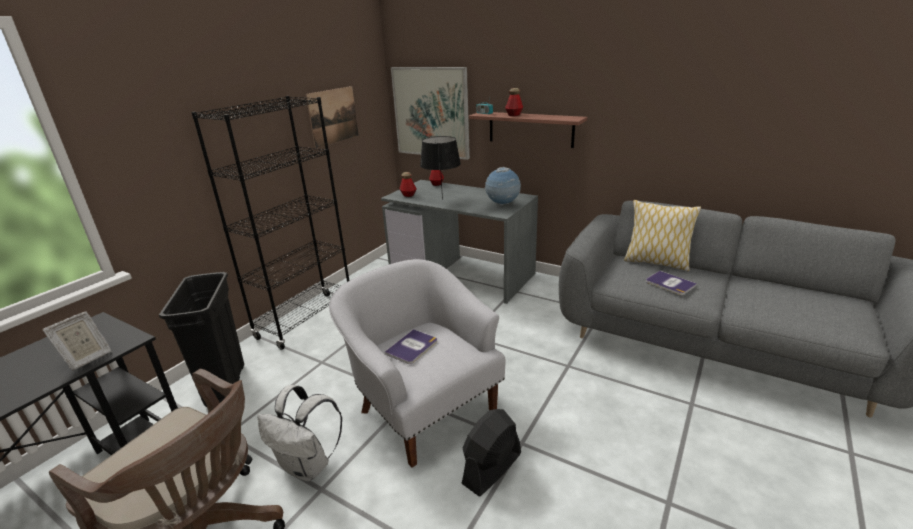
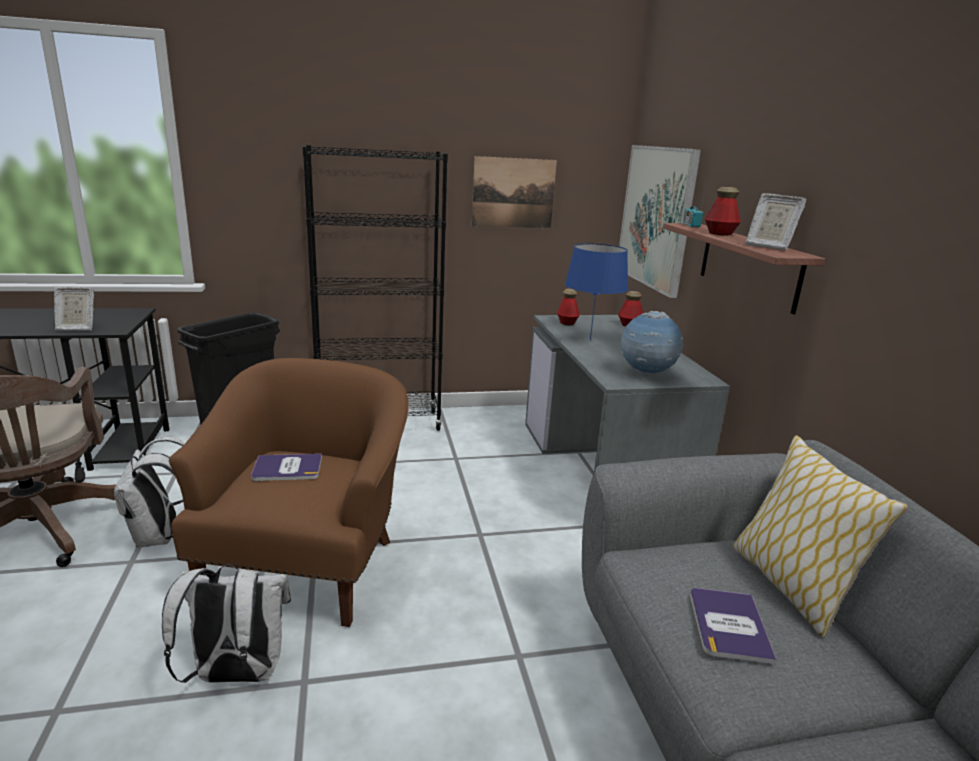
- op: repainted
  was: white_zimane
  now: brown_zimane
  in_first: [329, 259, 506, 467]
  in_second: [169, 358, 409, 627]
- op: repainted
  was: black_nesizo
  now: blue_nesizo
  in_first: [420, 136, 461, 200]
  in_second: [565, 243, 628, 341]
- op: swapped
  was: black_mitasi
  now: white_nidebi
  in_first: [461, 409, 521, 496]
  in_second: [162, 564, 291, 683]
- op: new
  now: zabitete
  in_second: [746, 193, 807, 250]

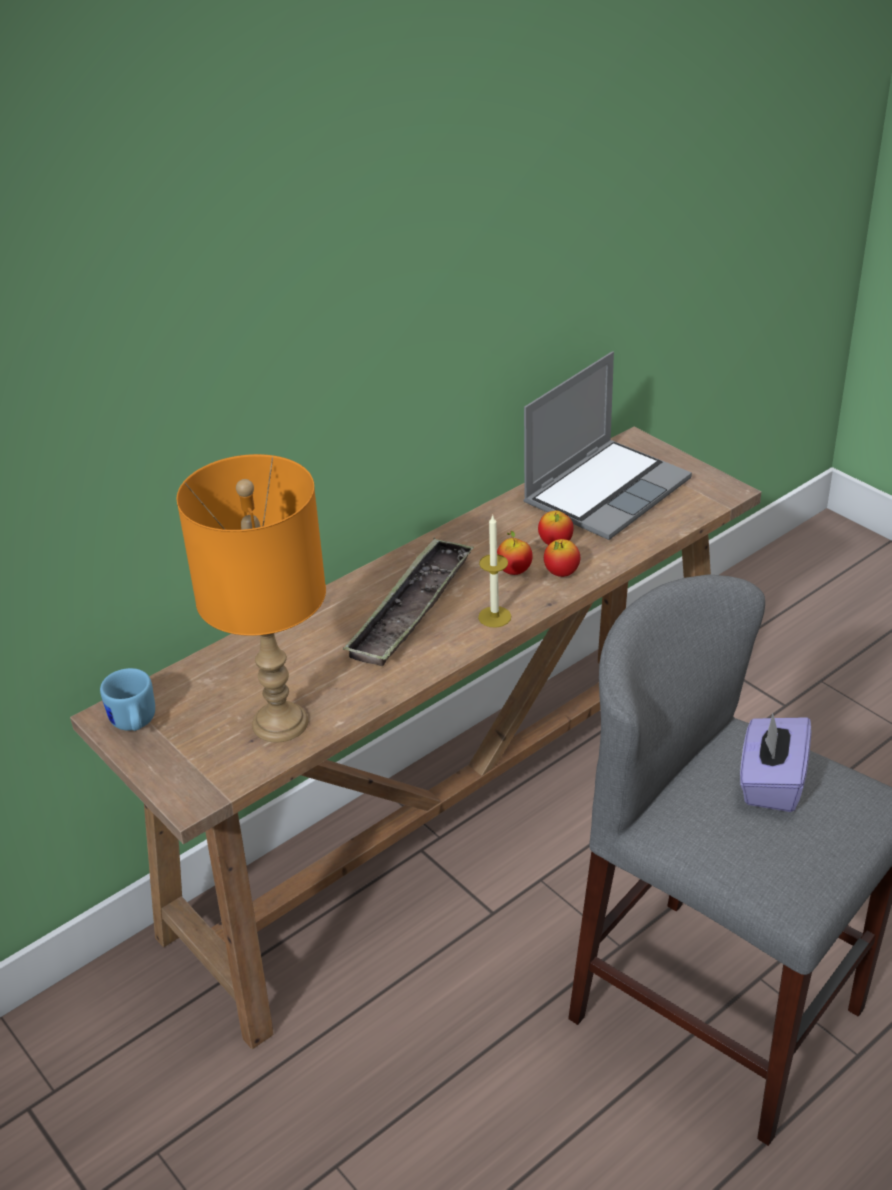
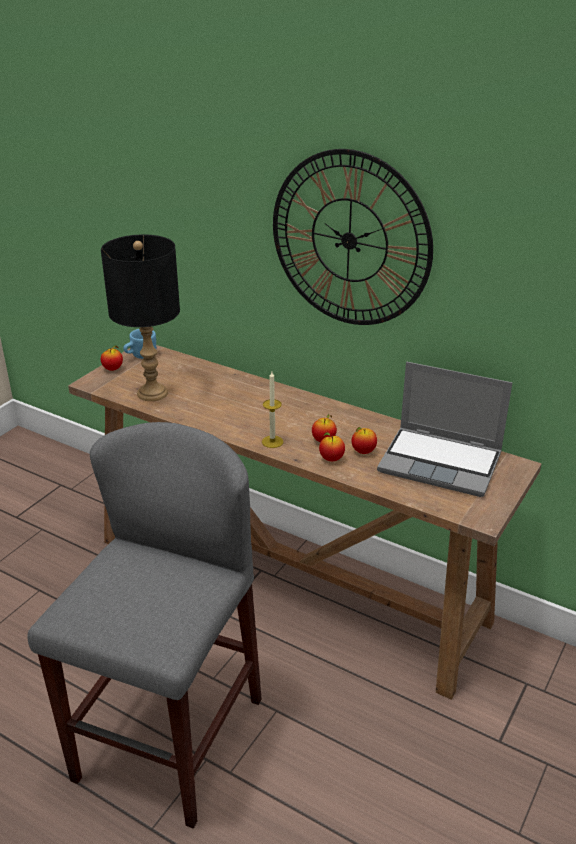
- op: repainted
  was: orange_nesizo
  now: black_nesizo
  in_first: [177, 454, 326, 742]
  in_second: [101, 234, 180, 401]
- op: gone
  was: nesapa
  in_first: [343, 538, 474, 666]
- op: gone
  was: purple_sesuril
  in_first: [740, 712, 812, 812]
- op: new
  now: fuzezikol
  in_second: [101, 345, 123, 371]
- op: new
  now: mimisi
  in_second: [273, 149, 433, 325]

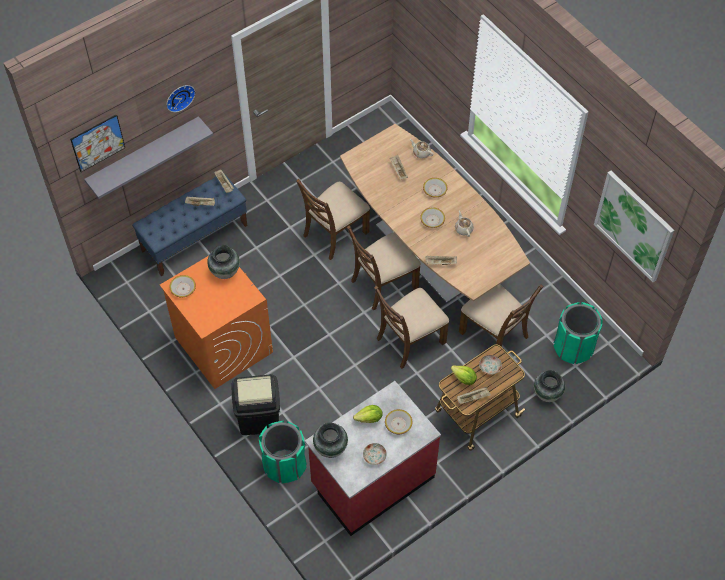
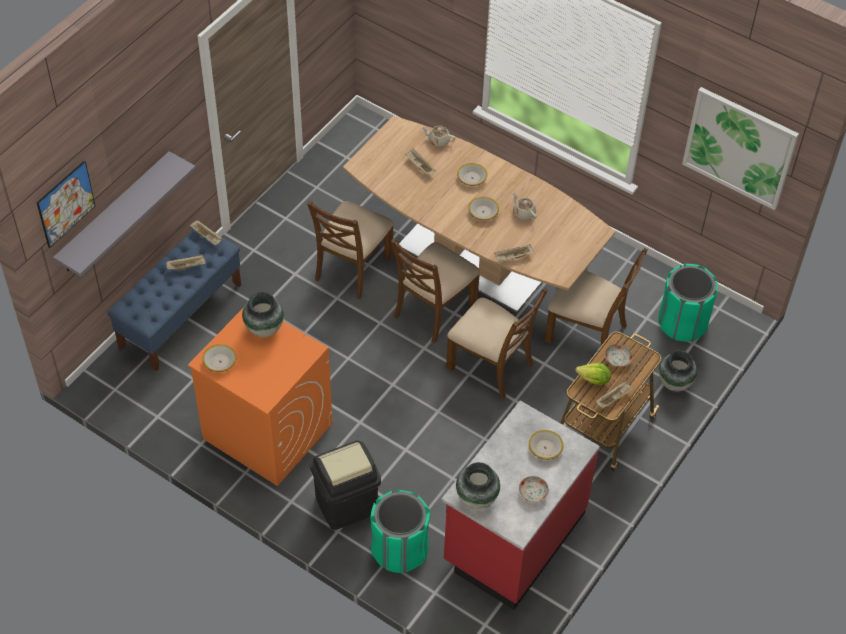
- op: gone
  was: mimisi
  in_first: [166, 85, 195, 112]
- op: gone
  was: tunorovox
  in_first: [353, 405, 383, 423]
- op: rotated
  was: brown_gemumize
  in_first: [374, 286, 449, 369]
  in_second: [446, 287, 548, 399]
  clockwise: -90

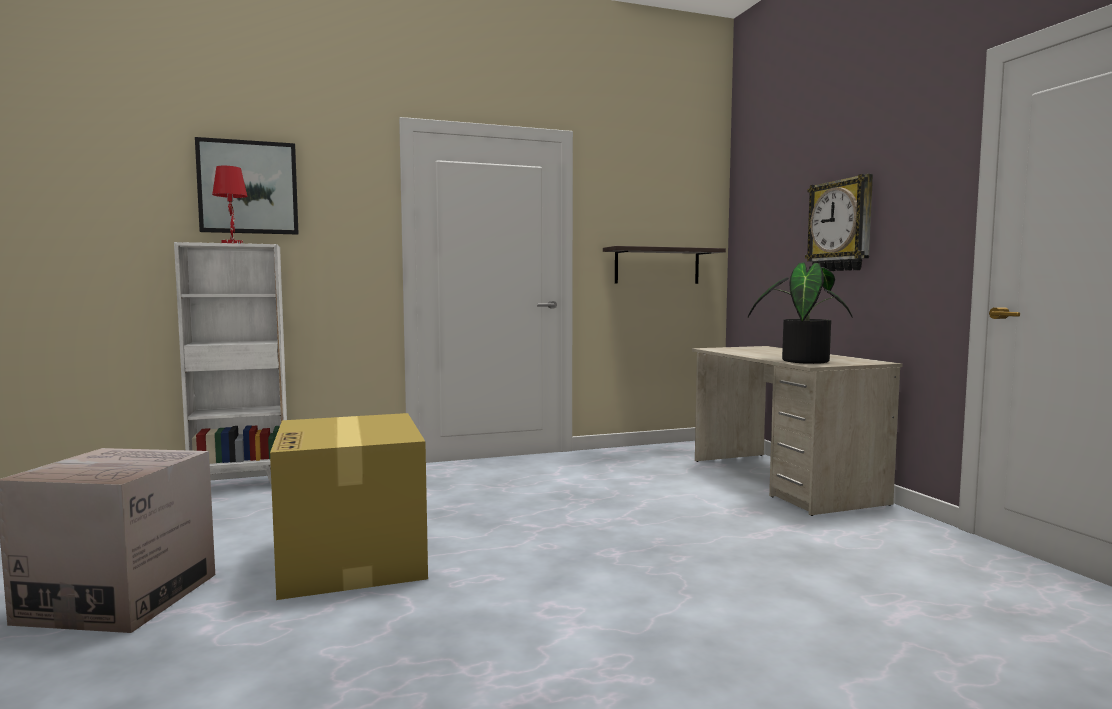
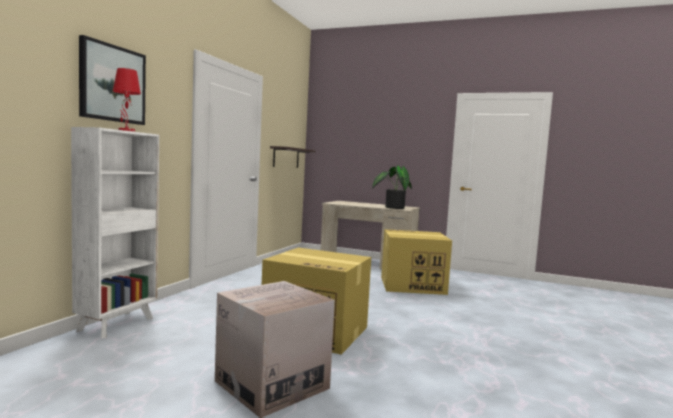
- op: gone
  was: mimisi
  in_first: [805, 174, 873, 271]
- op: new
  now: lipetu
  in_second: [381, 229, 452, 295]

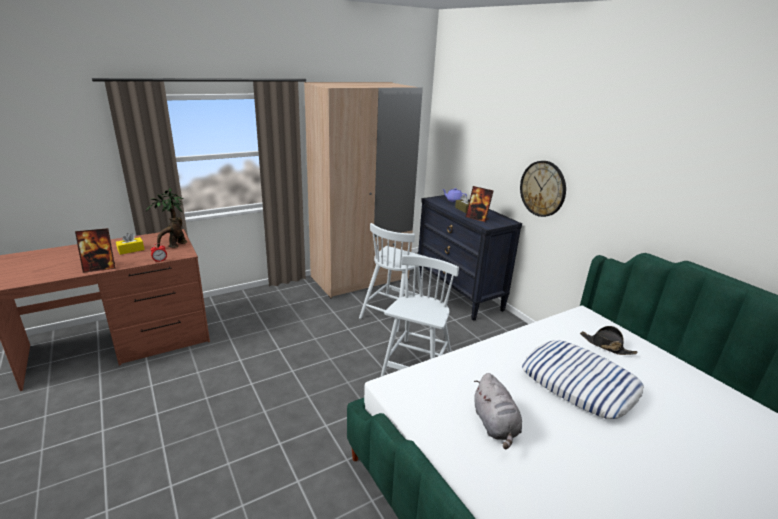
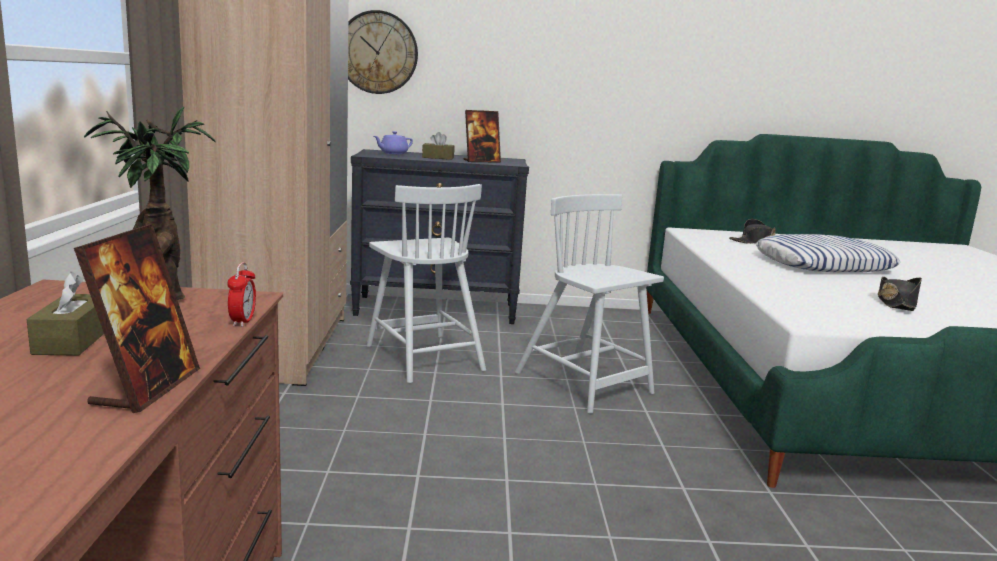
- op: repainted
  was: yellow_sesuril
  now: brown_sesuril
  in_first: [116, 233, 145, 255]
  in_second: [27, 272, 104, 356]
- op: swapped
  was: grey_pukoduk
  now: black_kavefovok
  in_first: [474, 373, 522, 449]
  in_second: [878, 277, 922, 311]
- op: shifted
  was: mimisi
  in_first: [520, 161, 566, 217]
  in_second: [348, 10, 418, 94]

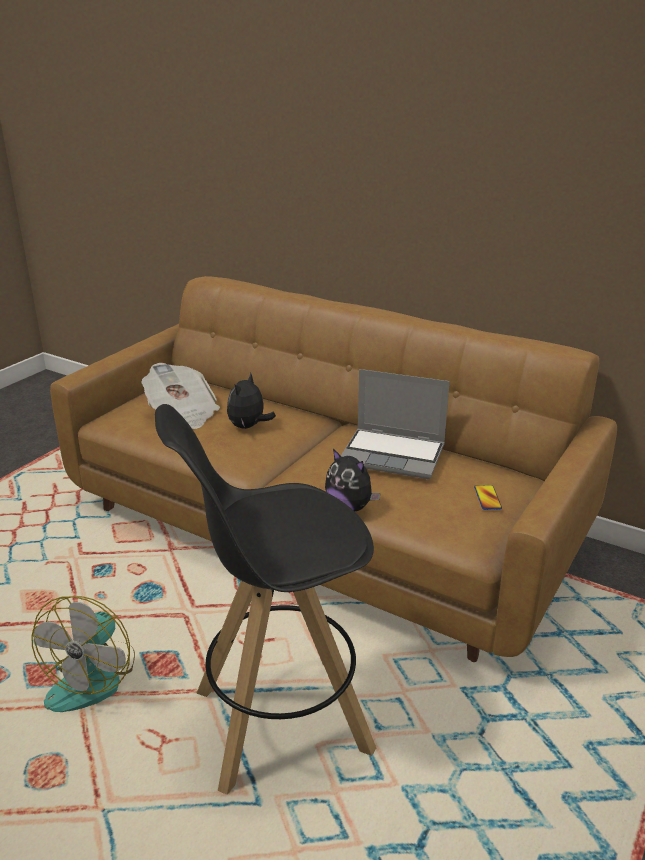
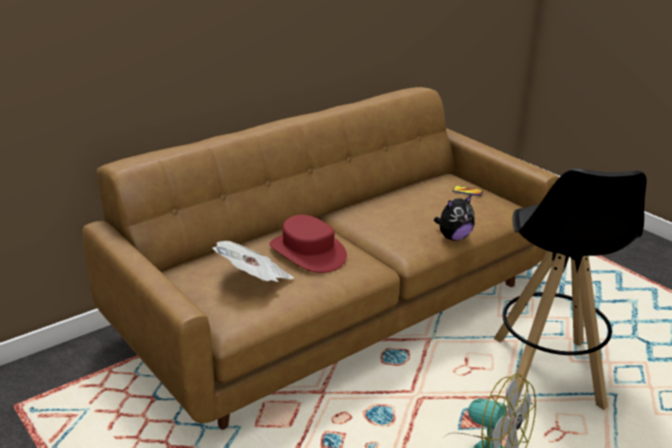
- op: swapped
  was: pukoduk
  now: red_kavefovok
  in_first: [227, 372, 276, 429]
  in_second: [269, 215, 347, 273]
- op: gone
  was: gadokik
  in_first: [341, 369, 450, 479]

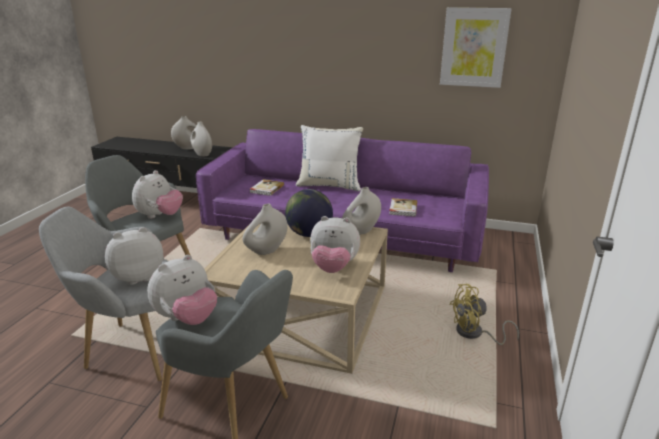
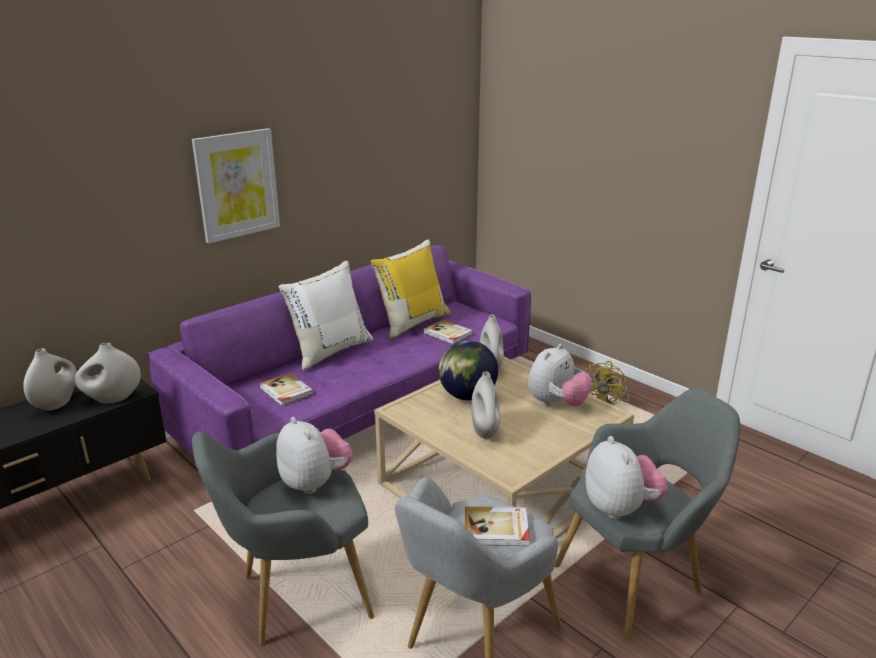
- op: swapped
  was: pukoduk
  now: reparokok
  in_first: [105, 227, 163, 285]
  in_second: [465, 506, 530, 546]
- op: shifted
  was: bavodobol
  in_first: [440, 7, 512, 88]
  in_second: [192, 128, 280, 243]
- op: new
  now: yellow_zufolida
  in_second: [371, 240, 451, 339]

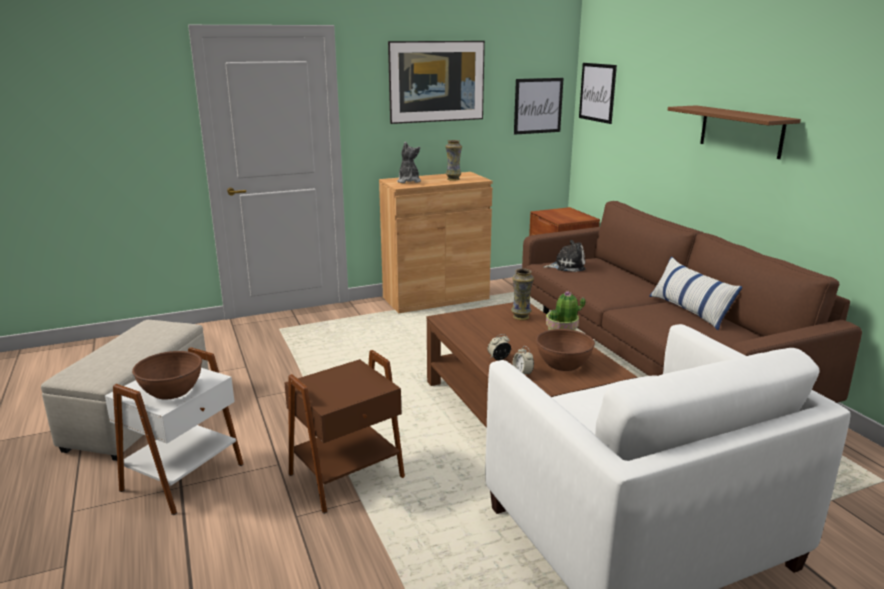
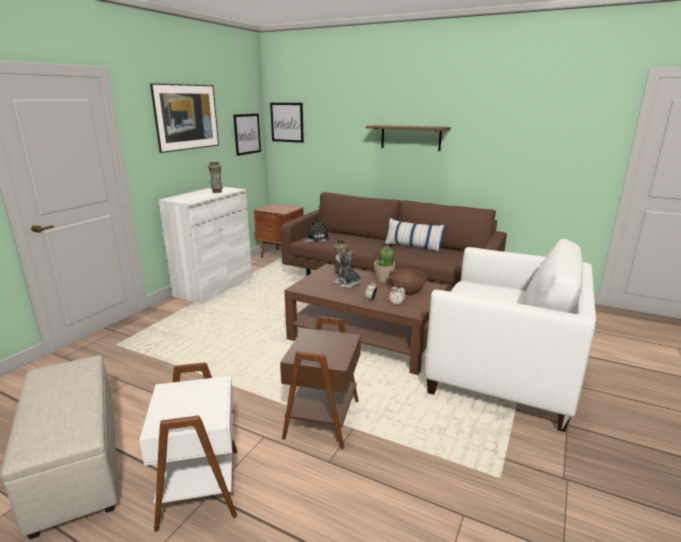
- op: gone
  was: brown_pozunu
  in_first: [132, 351, 202, 399]
- op: repainted
  was: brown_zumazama
  now: white_zumazama
  in_first: [379, 172, 493, 313]
  in_second: [158, 187, 252, 303]
- op: shifted
  was: pukoduk
  in_first: [397, 142, 421, 183]
  in_second: [333, 250, 363, 288]

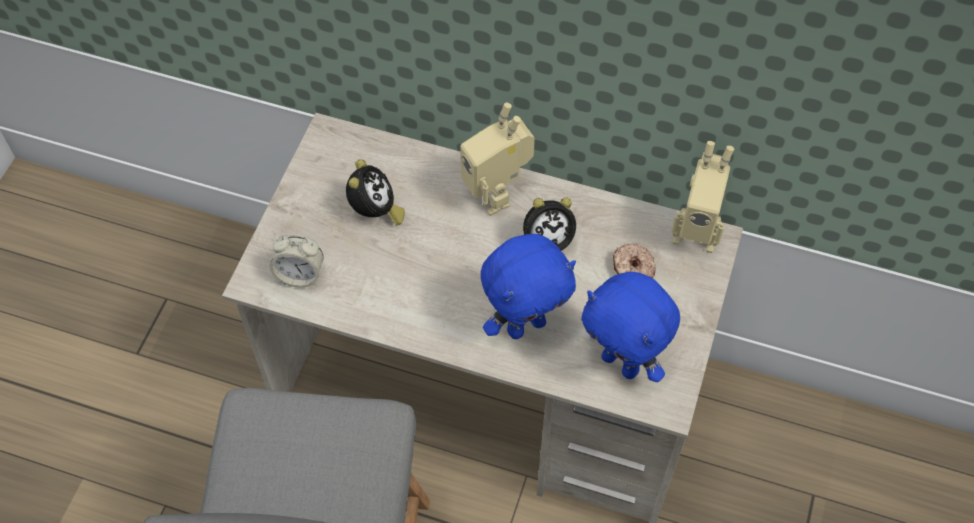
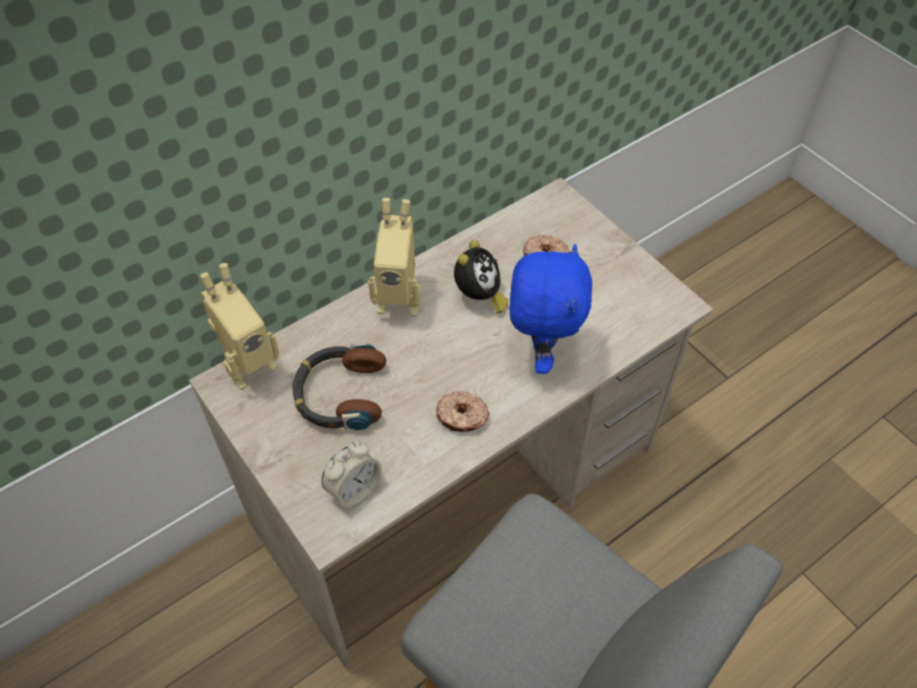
- op: swapped
  was: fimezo
  now: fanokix
  in_first: [346, 159, 405, 226]
  in_second: [292, 343, 386, 430]
- op: gone
  was: blue_pukoduk
  in_first: [581, 272, 680, 382]
- op: shifted
  was: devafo
  in_first: [671, 141, 734, 253]
  in_second: [199, 263, 279, 390]
- op: new
  now: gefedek
  in_second: [436, 391, 489, 432]

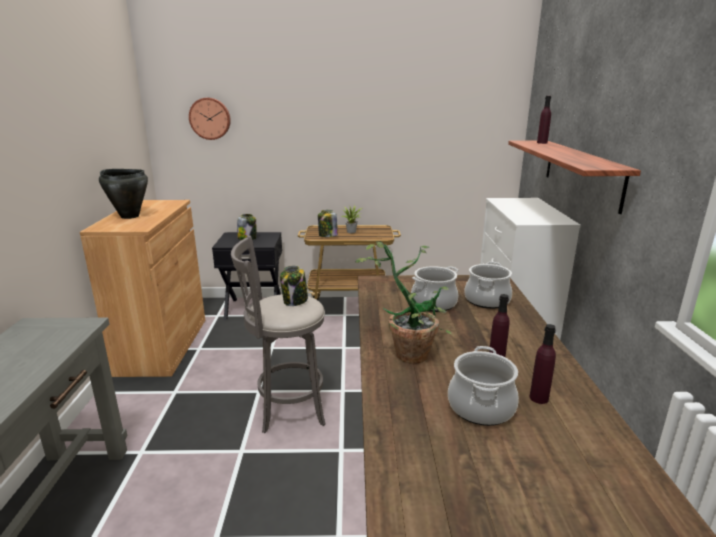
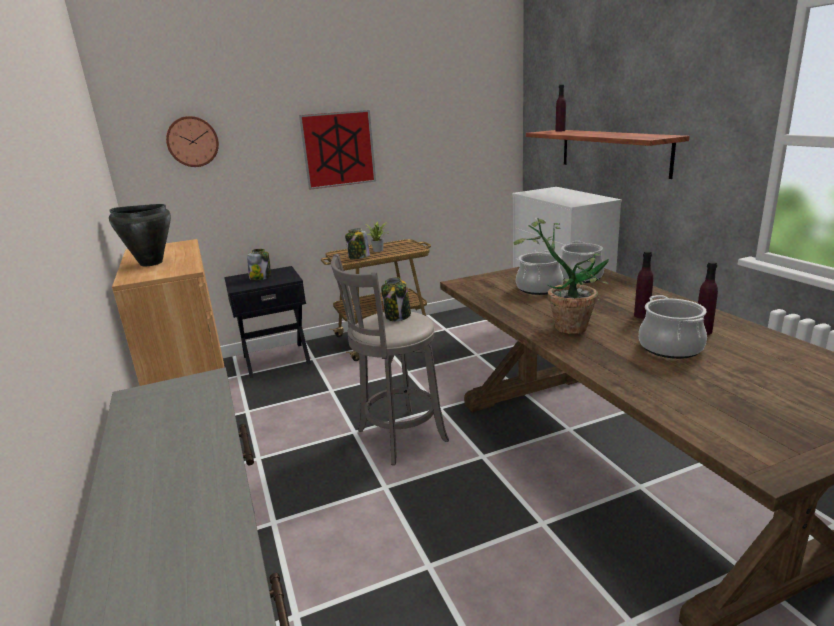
- op: new
  now: bavodobol
  in_second: [299, 110, 376, 189]

